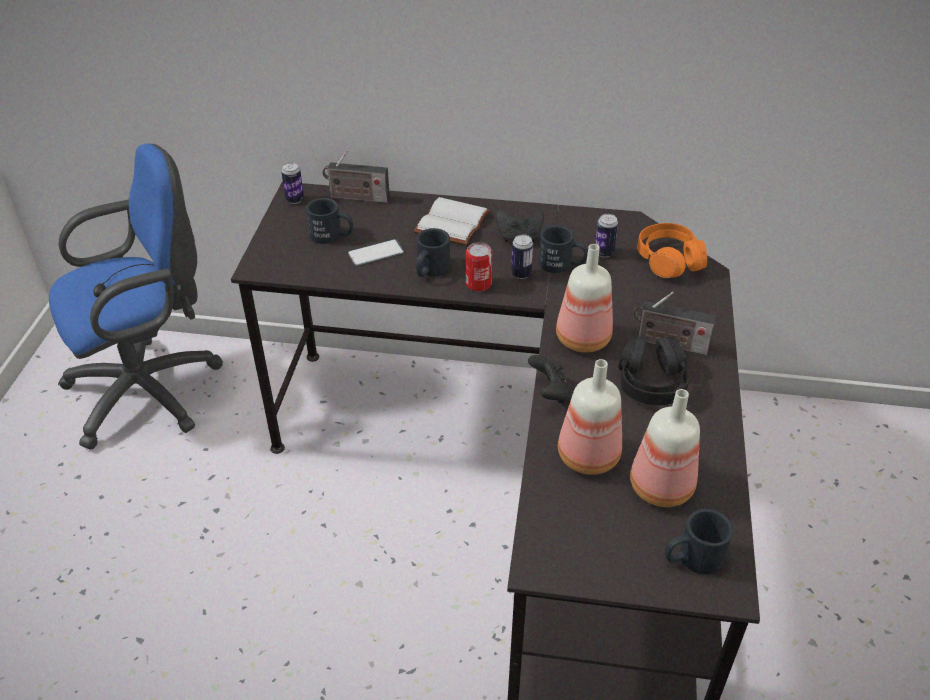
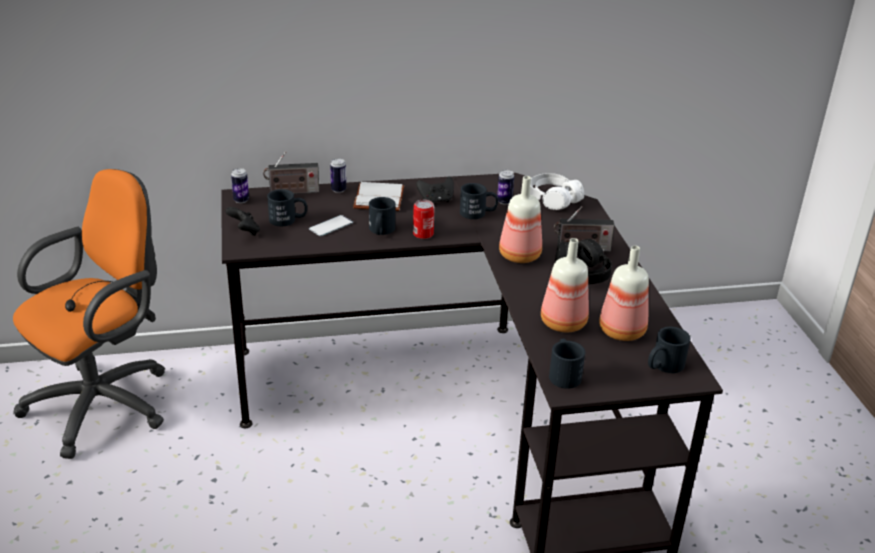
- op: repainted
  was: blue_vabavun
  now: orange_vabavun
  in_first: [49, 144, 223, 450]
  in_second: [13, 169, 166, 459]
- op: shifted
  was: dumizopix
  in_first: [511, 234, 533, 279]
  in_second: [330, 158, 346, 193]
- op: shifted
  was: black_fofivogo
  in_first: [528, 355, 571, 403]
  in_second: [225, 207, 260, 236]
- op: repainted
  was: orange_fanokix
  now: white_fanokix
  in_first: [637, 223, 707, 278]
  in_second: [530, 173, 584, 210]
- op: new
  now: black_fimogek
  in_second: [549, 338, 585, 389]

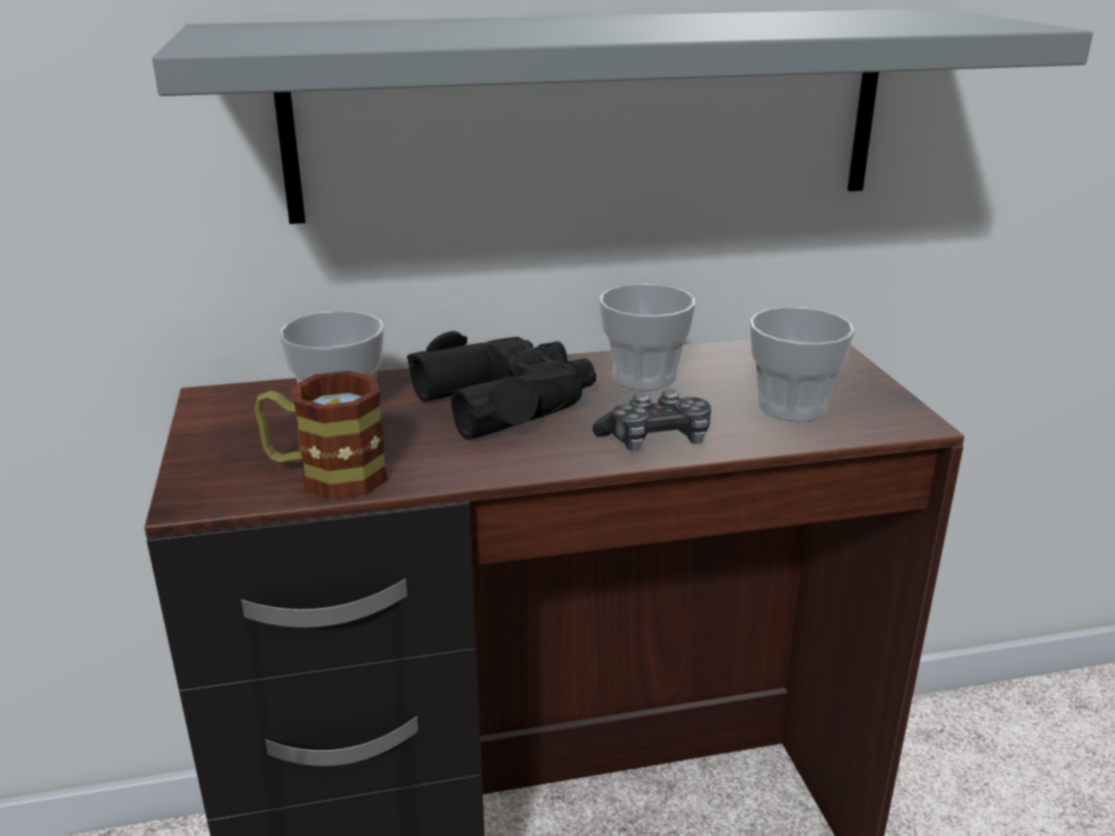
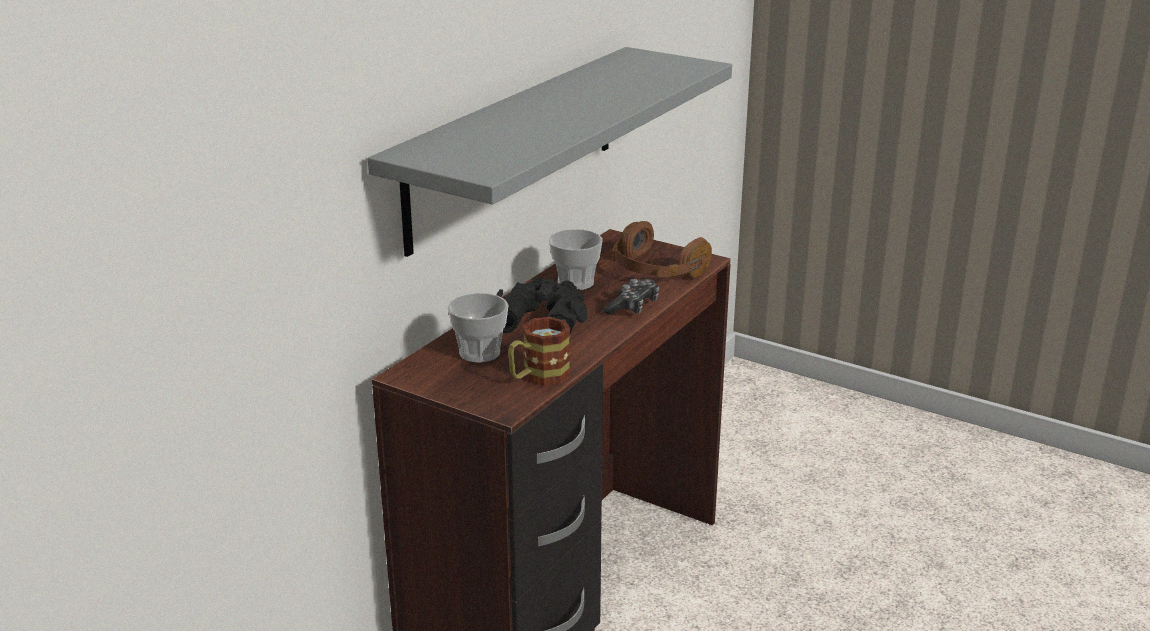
- op: swapped
  was: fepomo
  now: brown_fanokix
  in_first: [750, 307, 855, 421]
  in_second: [612, 221, 712, 278]

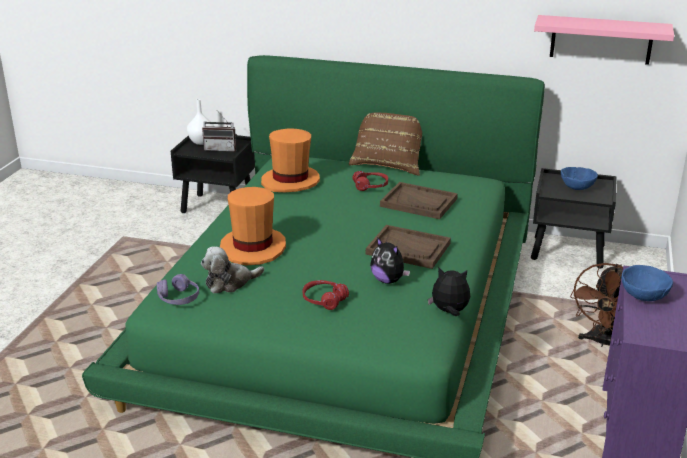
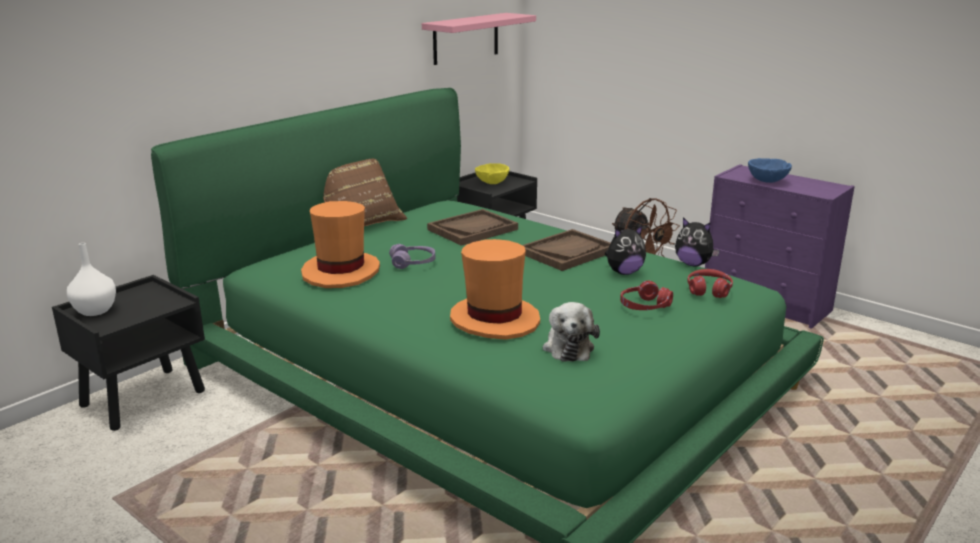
- op: shifted
  was: purple_fanokix
  in_first: [157, 274, 199, 305]
  in_second: [389, 244, 435, 269]
- op: gone
  was: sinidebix
  in_first: [202, 110, 237, 152]
- op: shifted
  was: red_fanokix
  in_first: [352, 171, 388, 191]
  in_second: [687, 269, 733, 298]
- op: rotated
  was: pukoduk
  in_first: [428, 268, 470, 316]
  in_second: [675, 217, 720, 266]
  clockwise: -90
- op: repainted
  was: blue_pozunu
  now: yellow_pozunu
  in_first: [561, 167, 598, 190]
  in_second: [475, 163, 509, 184]

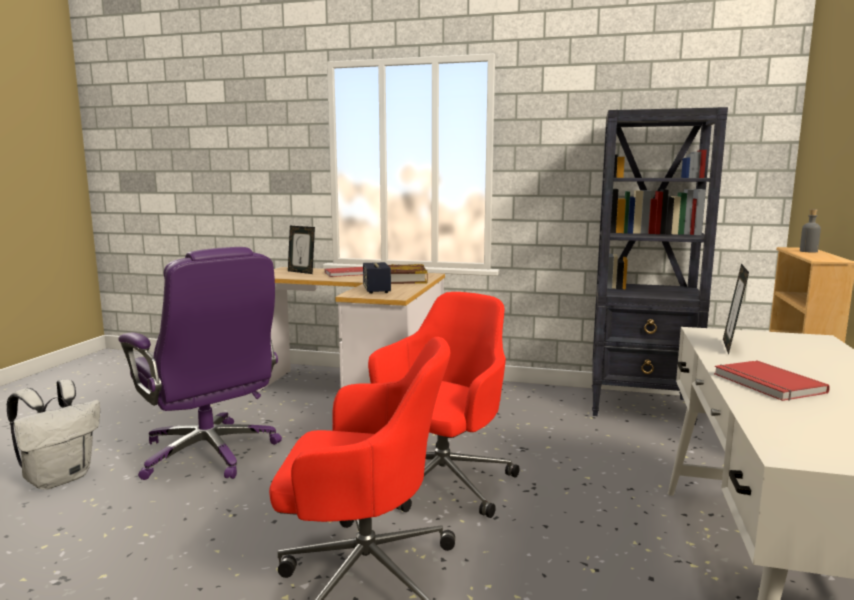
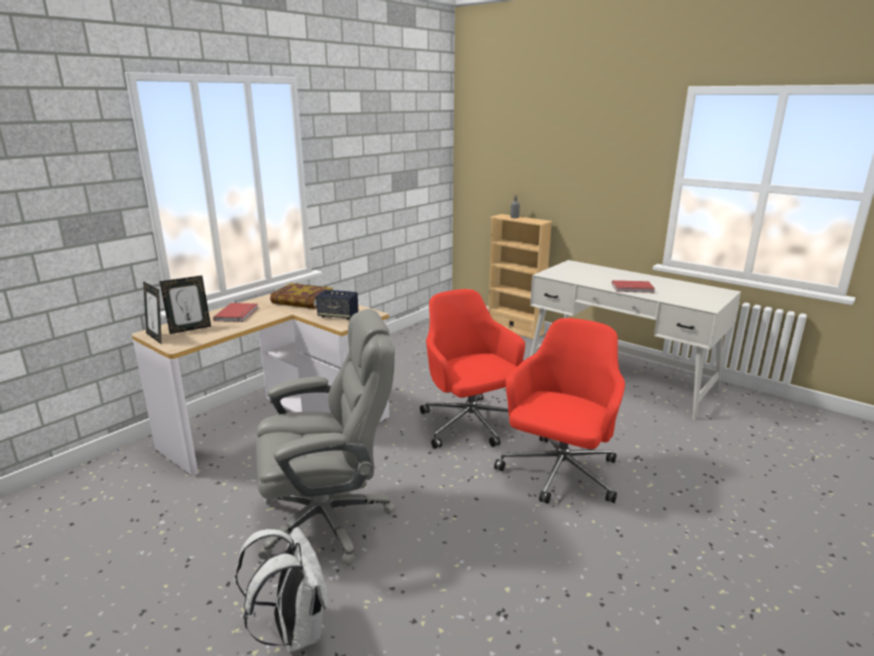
- op: repainted
  was: purple_vabavun
  now: grey_vabavun
  in_first: [118, 247, 282, 480]
  in_second: [256, 309, 396, 566]
- op: gone
  was: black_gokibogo
  in_first: [592, 107, 728, 425]
- op: shifted
  was: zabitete
  in_first: [723, 264, 749, 355]
  in_second: [143, 281, 162, 344]

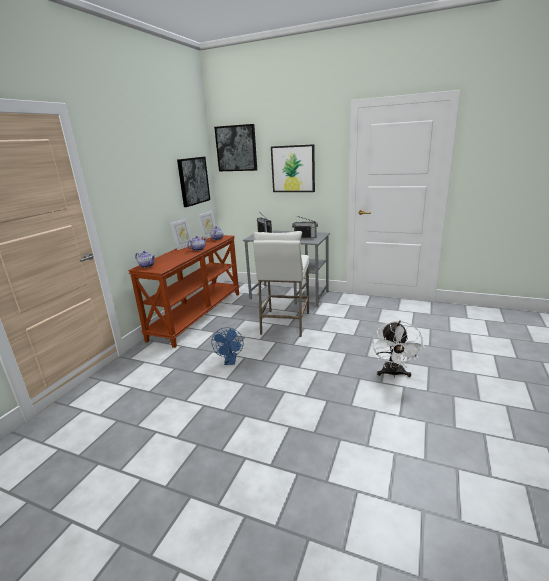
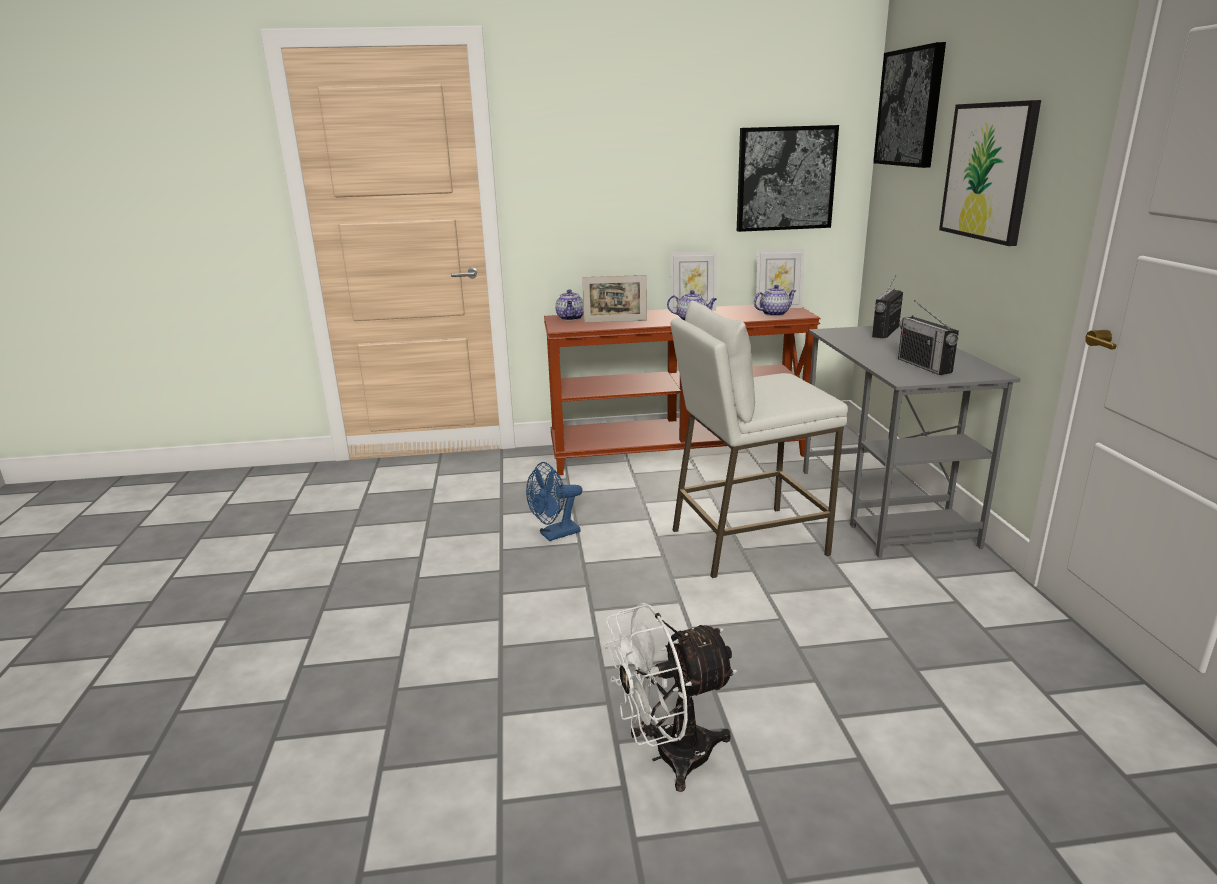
- op: new
  now: zabitete
  in_second: [582, 275, 647, 323]

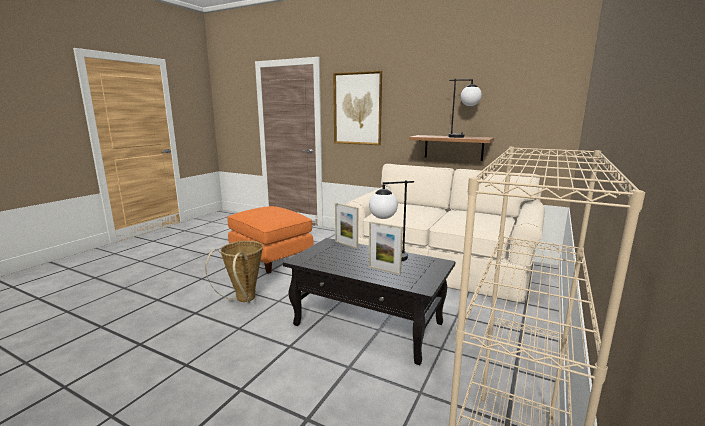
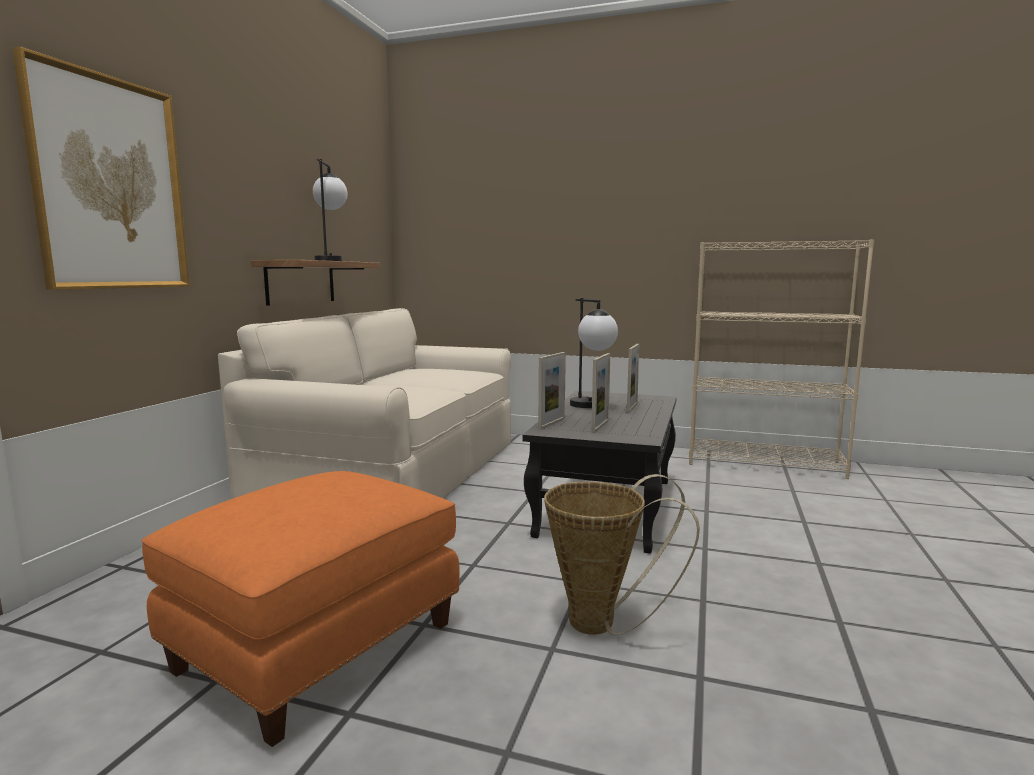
- op: new
  now: zabitete
  in_second: [591, 353, 610, 432]

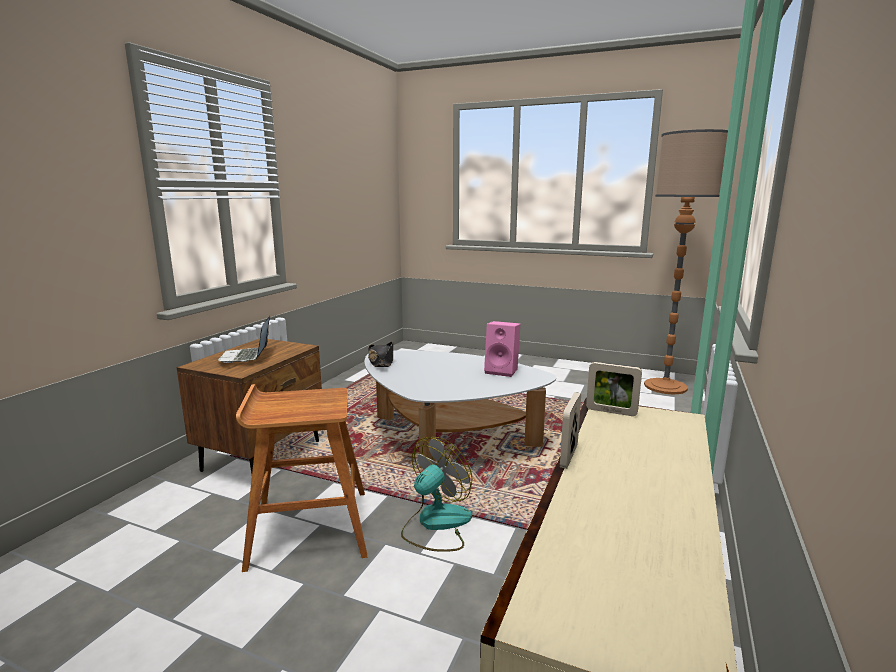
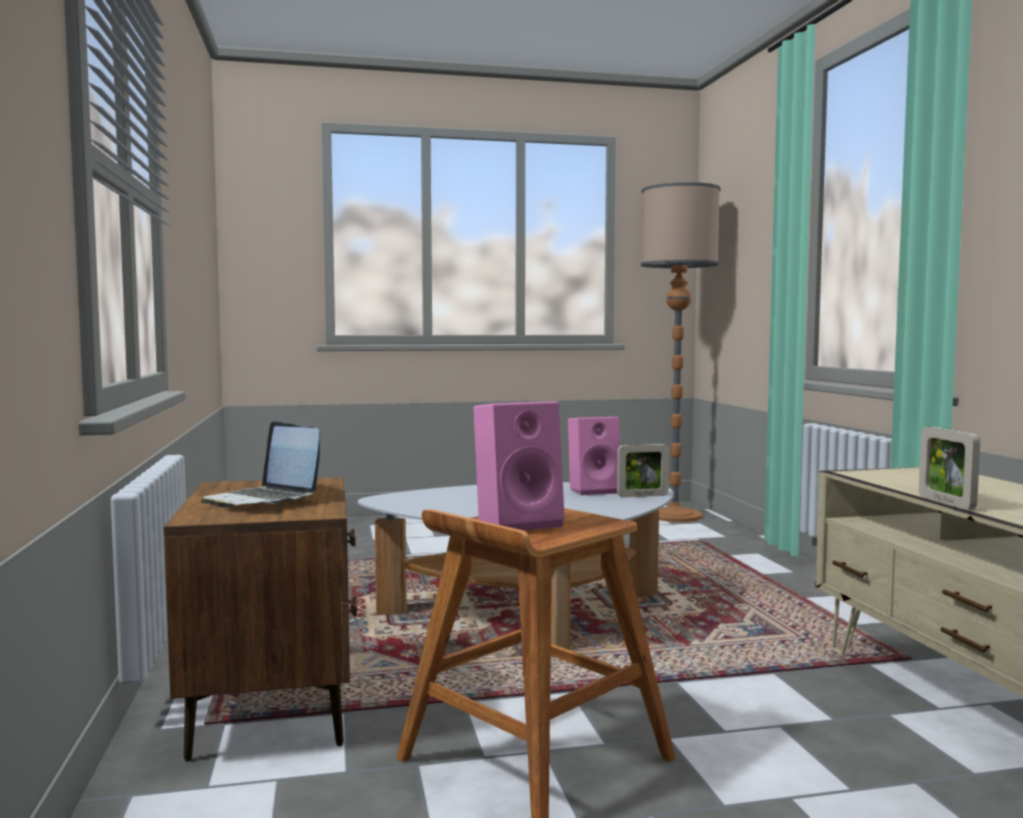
- op: gone
  was: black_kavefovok
  in_first: [368, 342, 393, 367]
- op: gone
  was: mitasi
  in_first: [401, 437, 472, 552]
- op: shifted
  was: zabitete
  in_first: [586, 362, 642, 416]
  in_second: [617, 444, 669, 497]
- op: new
  now: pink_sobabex
  in_second: [473, 401, 565, 531]

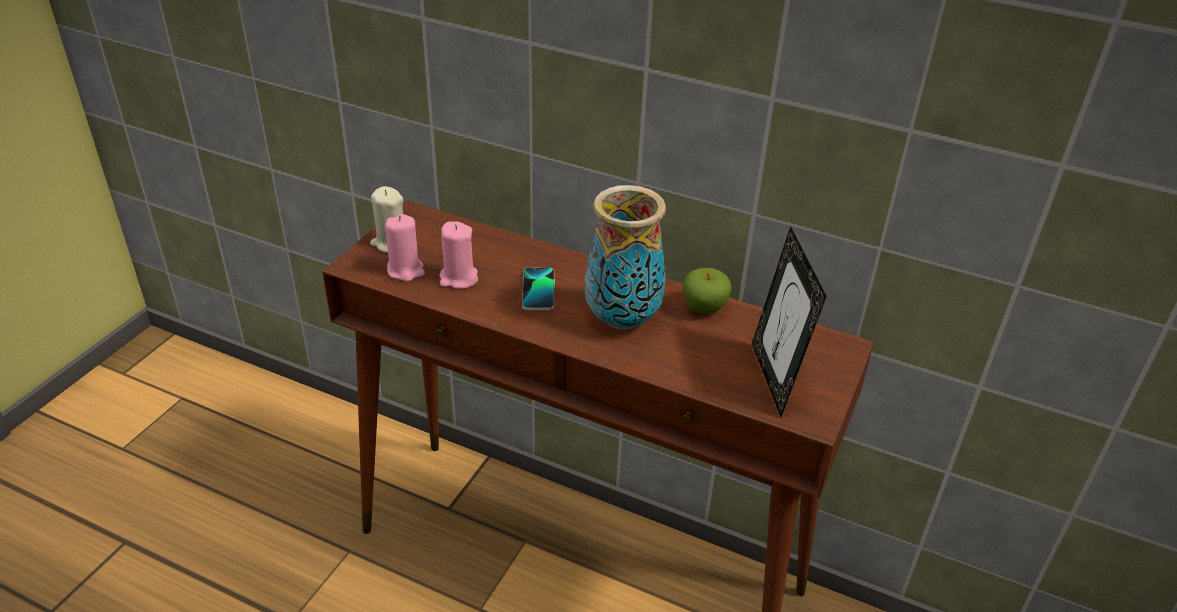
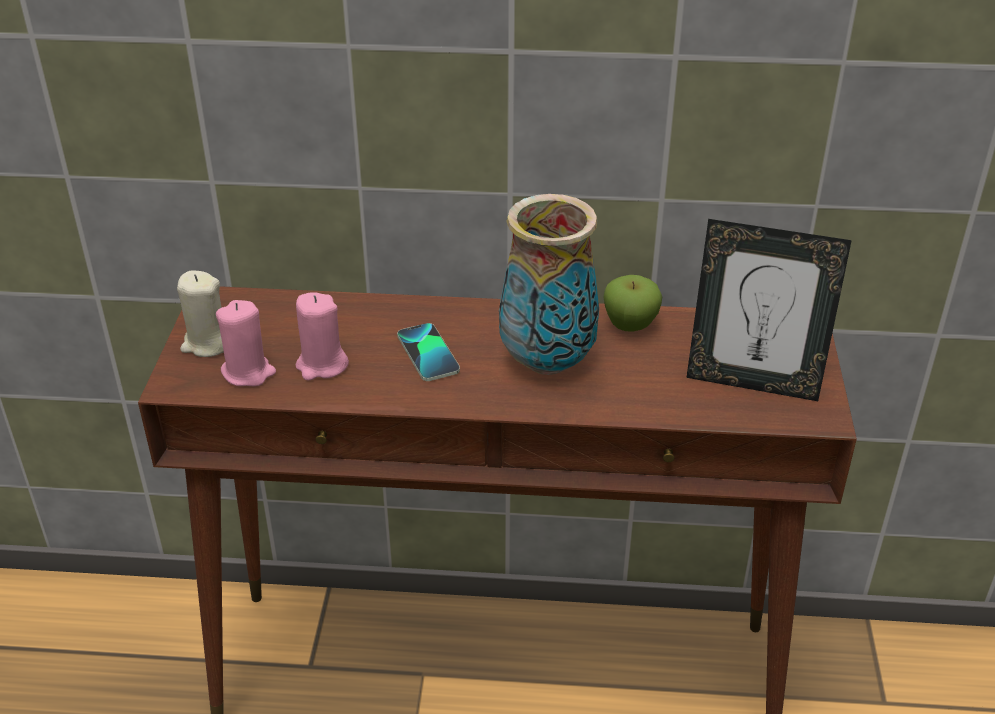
- op: rotated
  was: zabitete
  in_first: [752, 226, 827, 417]
  in_second: [686, 219, 852, 401]
  clockwise: -45

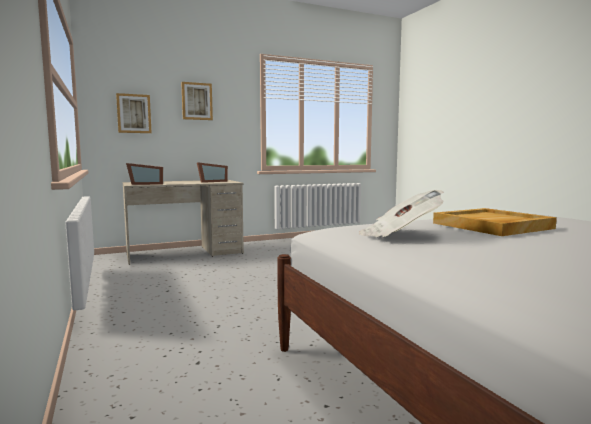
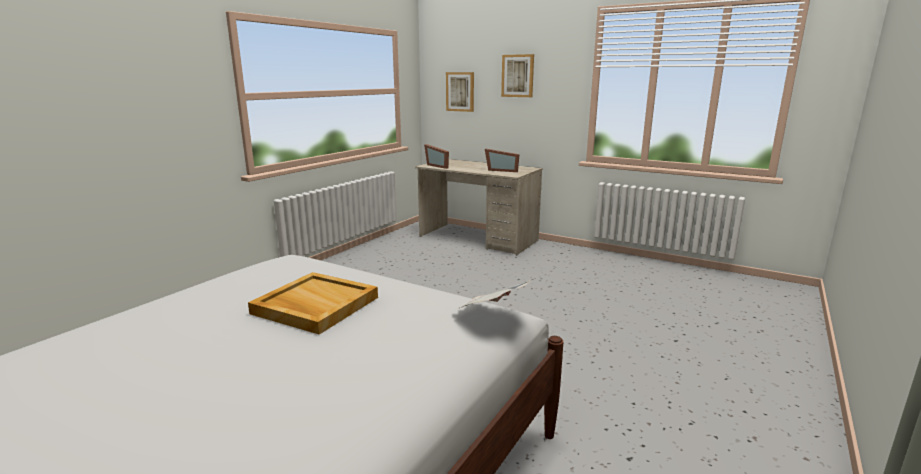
- op: shifted
  was: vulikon
  in_first: [359, 190, 444, 237]
  in_second: [457, 279, 533, 309]

